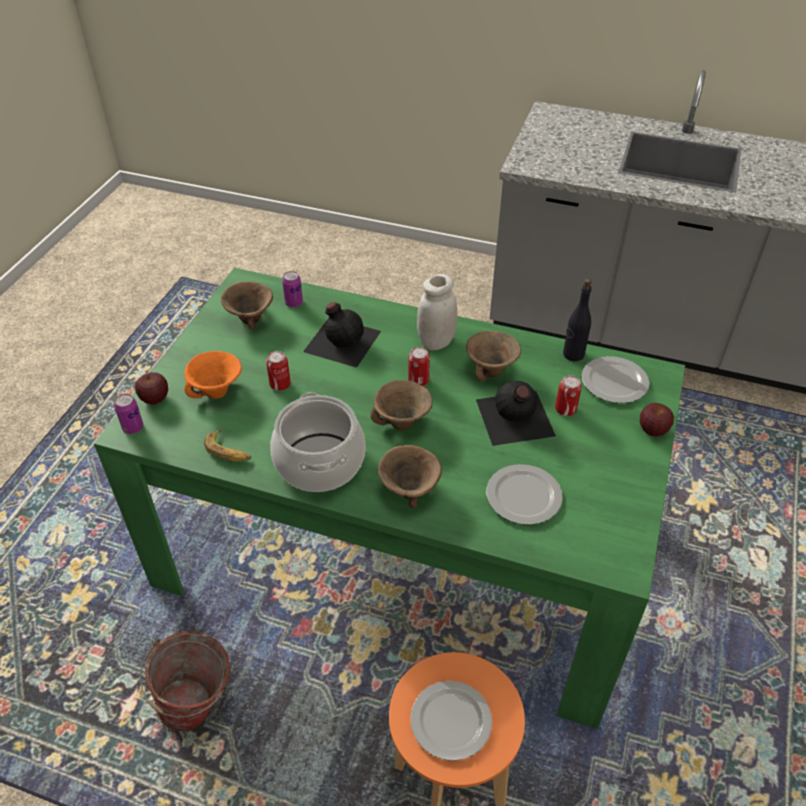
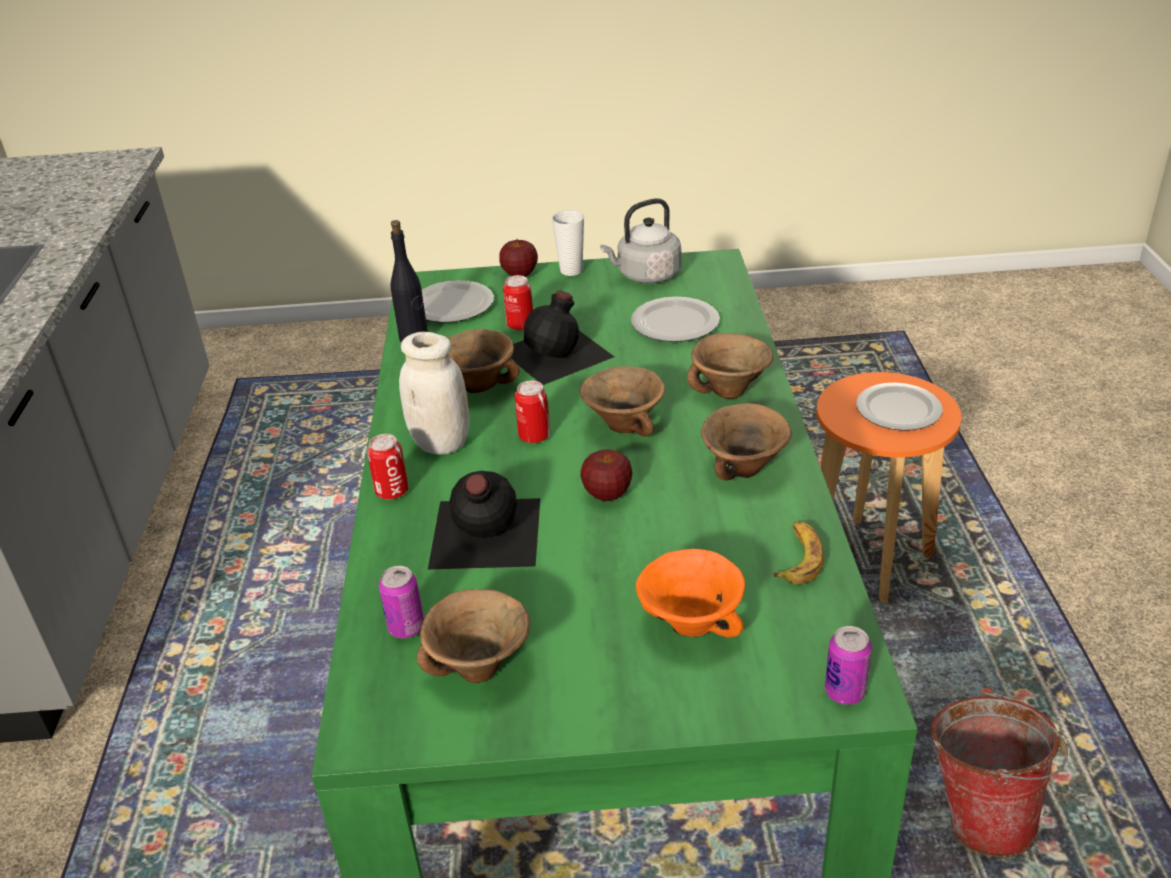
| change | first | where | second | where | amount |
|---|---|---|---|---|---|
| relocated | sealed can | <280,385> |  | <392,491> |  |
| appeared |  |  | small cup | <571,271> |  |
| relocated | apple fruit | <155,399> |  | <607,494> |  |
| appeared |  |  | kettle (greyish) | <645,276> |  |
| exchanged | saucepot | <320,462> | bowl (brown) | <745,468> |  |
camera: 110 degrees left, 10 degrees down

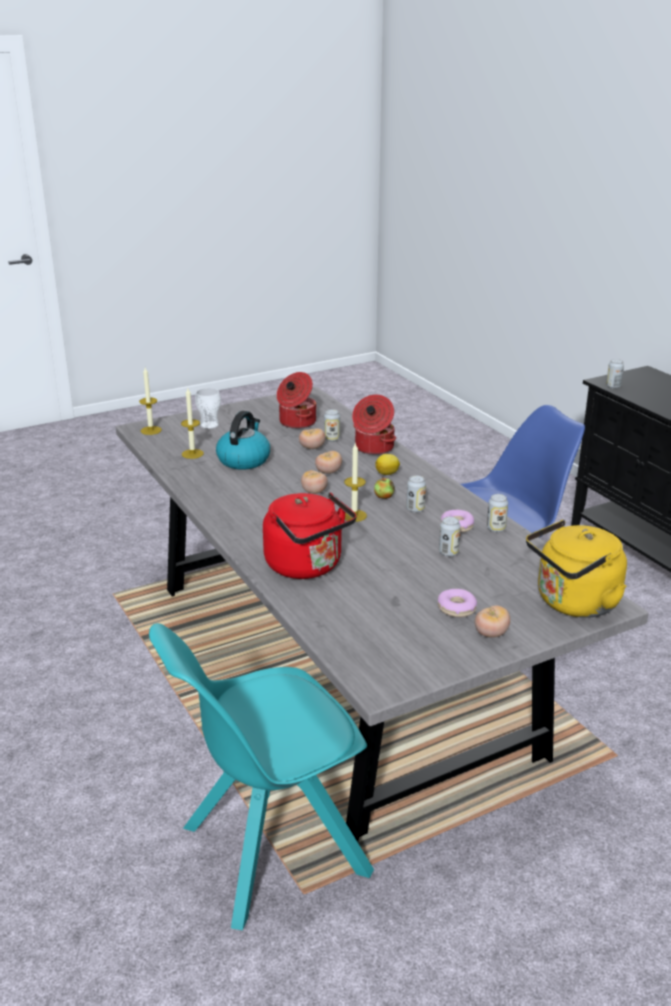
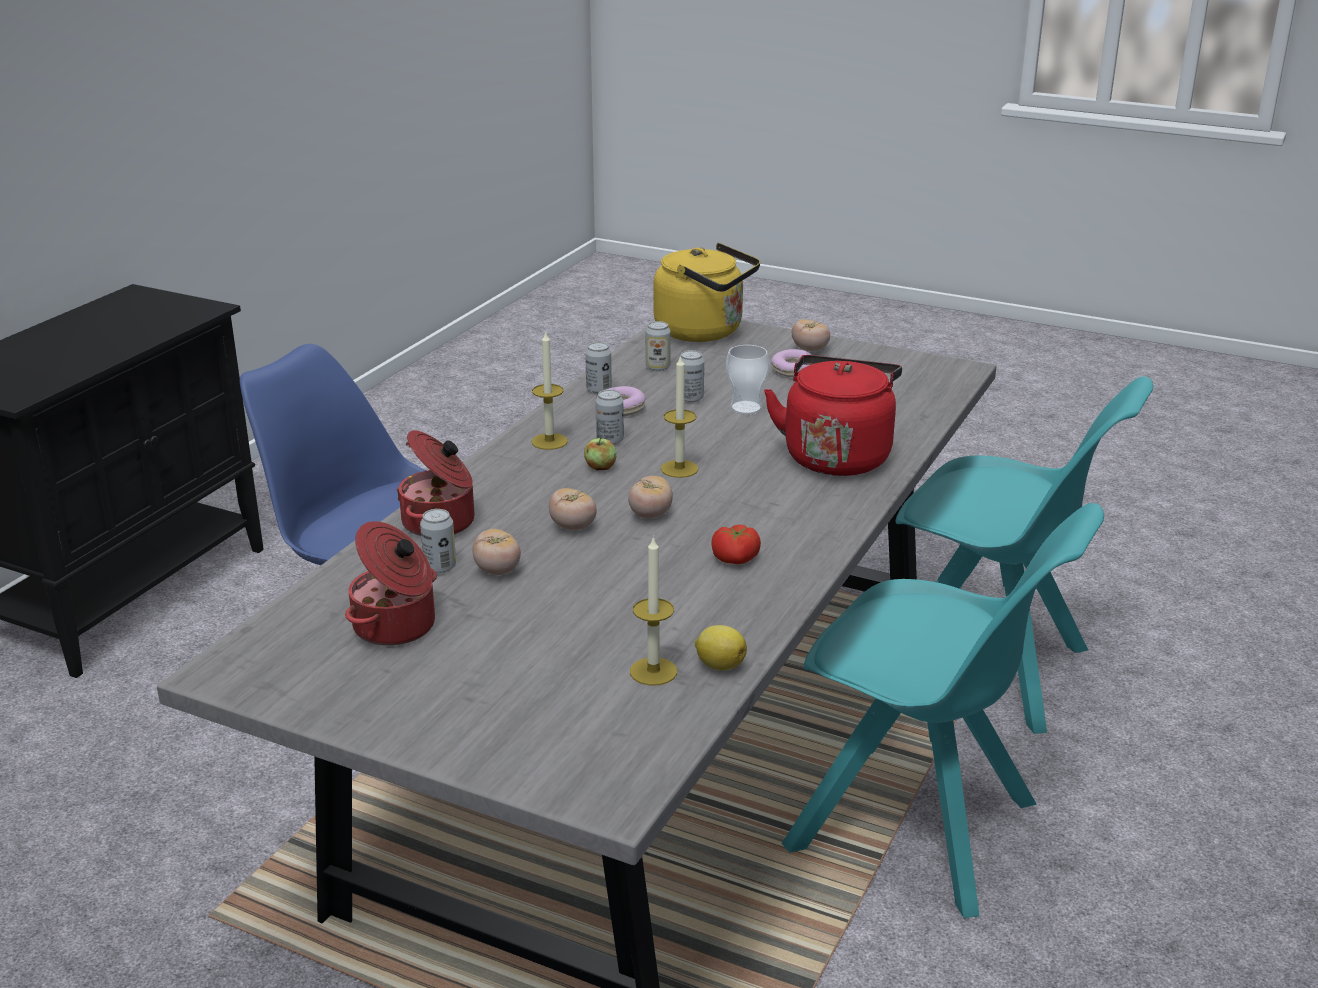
| change | first | where | second | where | amount |
|---|---|---|---|---|---|
| relocated | wax light | <151,430> |  | <549,441> |  |
| relocated | sealed can | <613,386> |  | <658,367> |  |
| relocated | citrus fruit | <387,473> |  | <719,665> |  |
| appeared |  |  | whole tomato | <736,559> |  |
| relocated | small cup | <209,425> |  | <746,408> |  |
| appeared |  |  | plain chair (turquoise) | <919,829> |  |
| missing | kettle | <244,460> |  |  |  |
camera: 125 degrees left, 0 degrees up

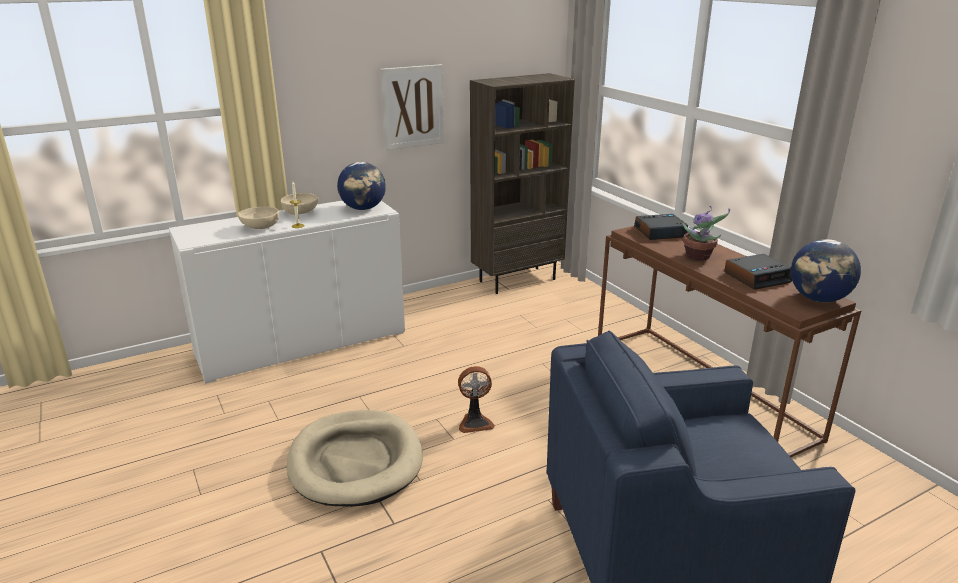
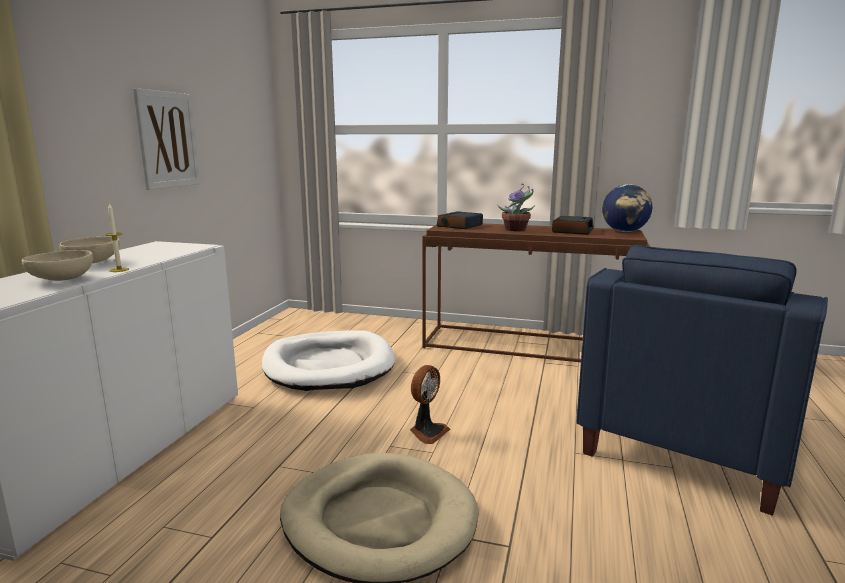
| change | first | where | second | where | amount |
|---|---|---|---|---|---|
| appeared |  |  | dog bed (white) | <329,365> |  |
| missing | desk globe | <363,208> |  |  |  |
| missing | bookcase (brown) | <517,280> |  |  |  |
camera: 45 degrees left, 10 degrees down

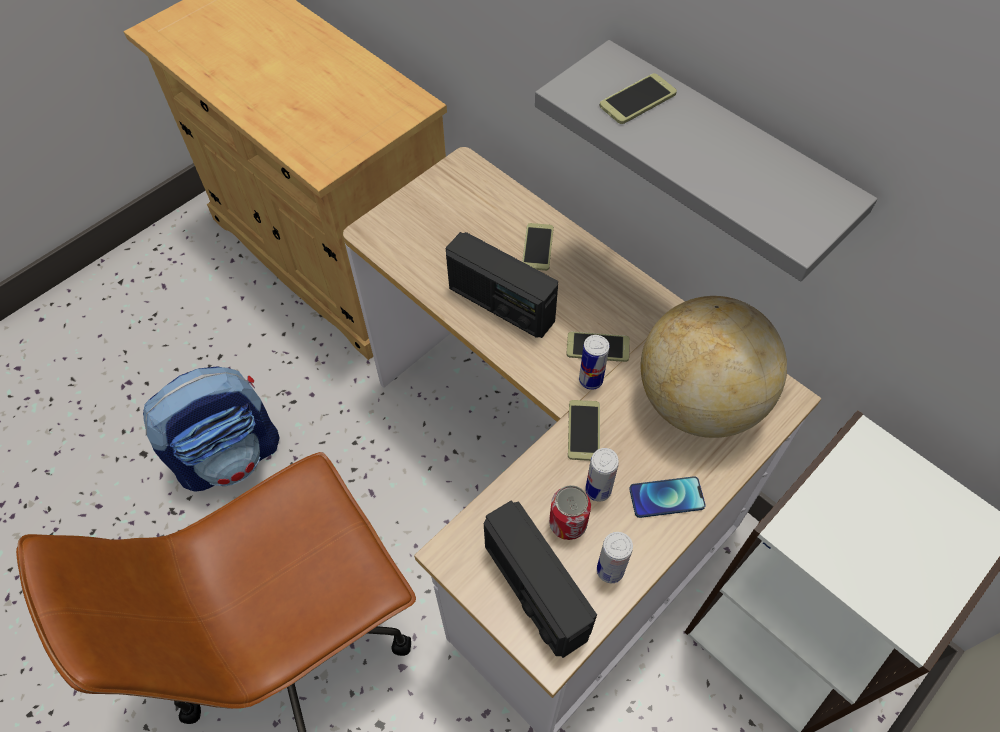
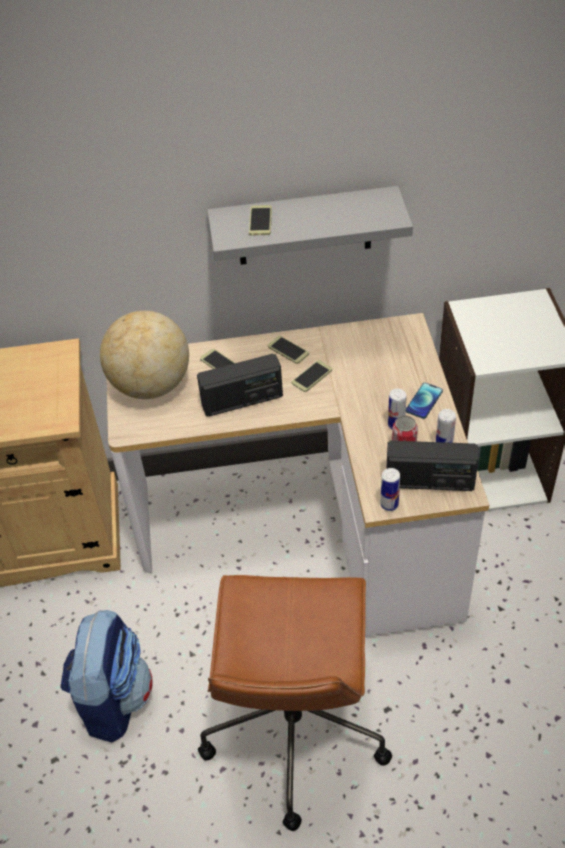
| change | first | where | second | where | amount |
|---|---|---|---|---|---|
| relocated | desk globe | <698,401> |  | <151,385> |  |
| relocated | telephone | <584,430> |  | <288,350> |  |
| relocated | sealed can | <590,380> |  | <389,504> |  |
camera: 50 degrees left, 10 degrees down

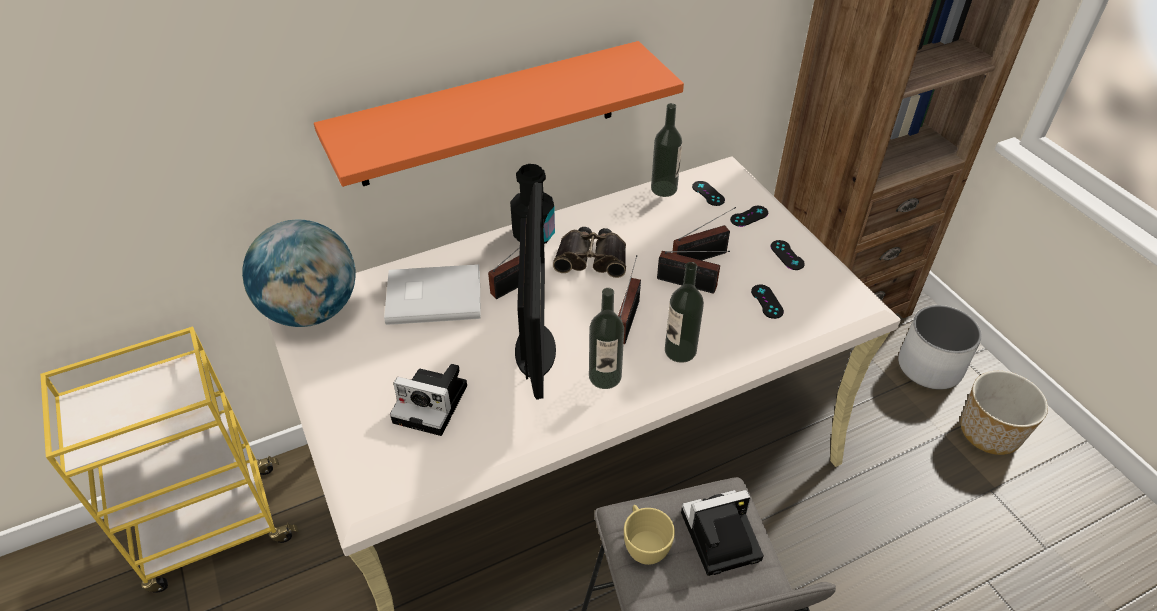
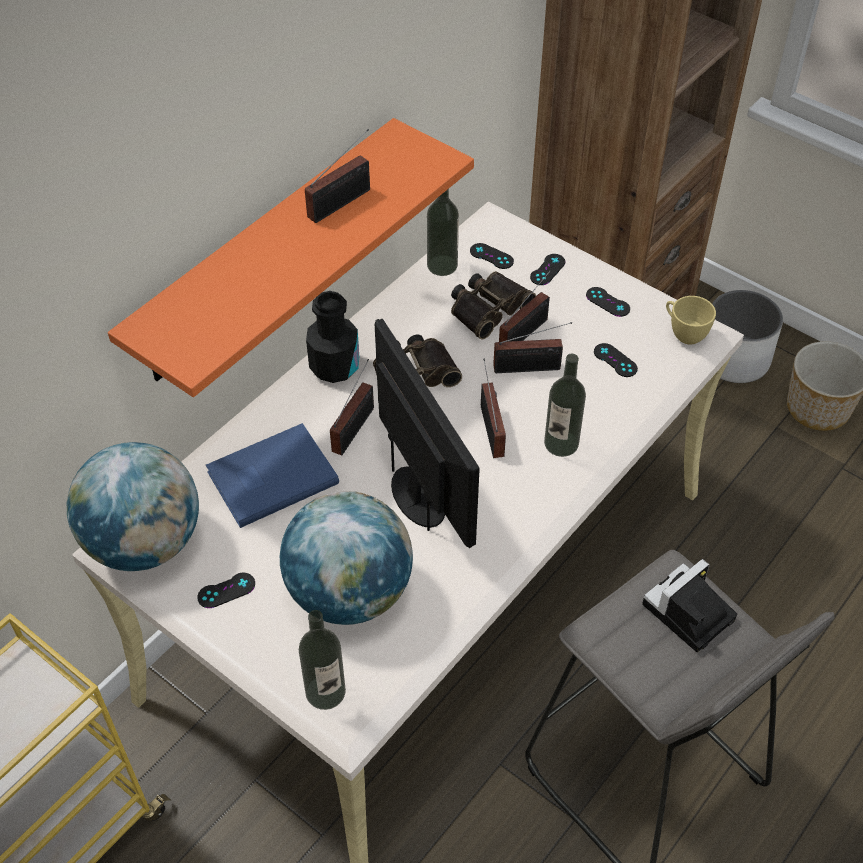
| change | first | where | second | where | amount |
|---|---|---|---|---|---|
| appeared |  |  | gamepad (black) | <226,590> |  |
| colour | bound book (white) | <432,295> | bound book (bluish) | <269,476> |  |
| exchanged | still camera | <434,403> | desk globe | <350,593> |  |
| relocated | beverage bottle | <605,376> |  | <325,692> |  |
| appeared |  |  | radio receiver | <343,202> |  |
| appeared |  |  | pair of binoculars | <487,308> |  |
| relocated | small cup (yellow-coloured) | <644,545> |  | <684,333> |  |
camera: 25 degrees left, 5 degrees up

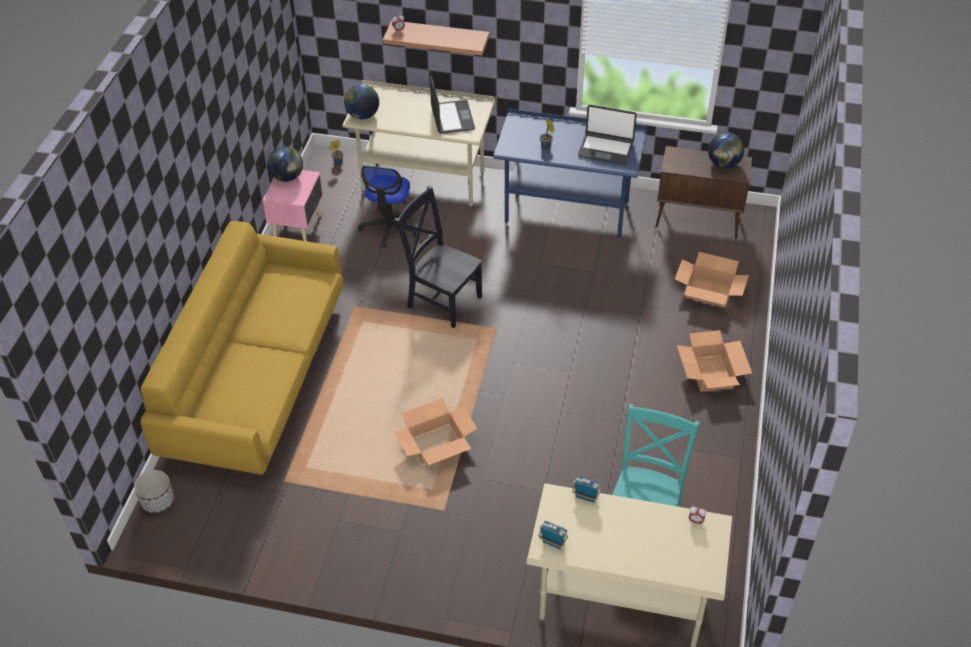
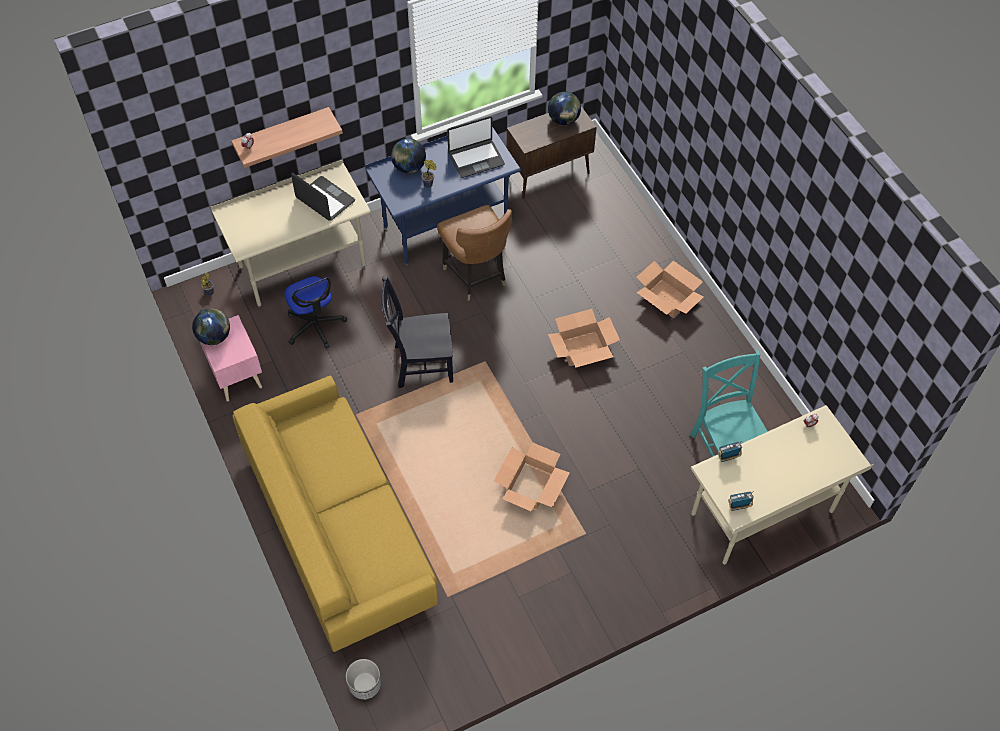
| change | first | where | second | where | amount |
|---|---|---|---|---|---|
| relocated | desk globe | <363,115> |  | <409,167> |  |
| appeared |  |  | plain chair (brown) | <476,275> |  |
| relocated | packing box | <709,291> |  | <582,348> |  |
camera: 40 degrees left, 10 degrees up

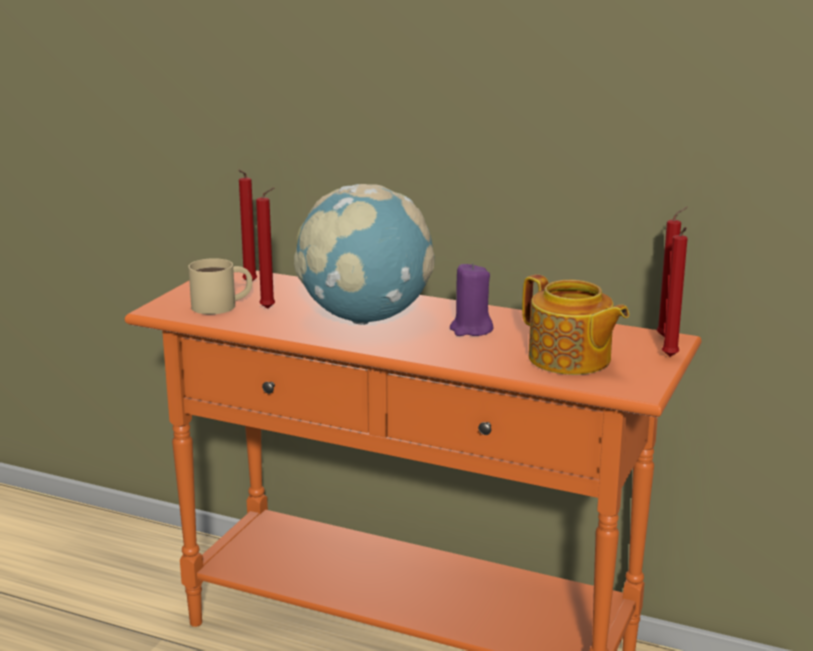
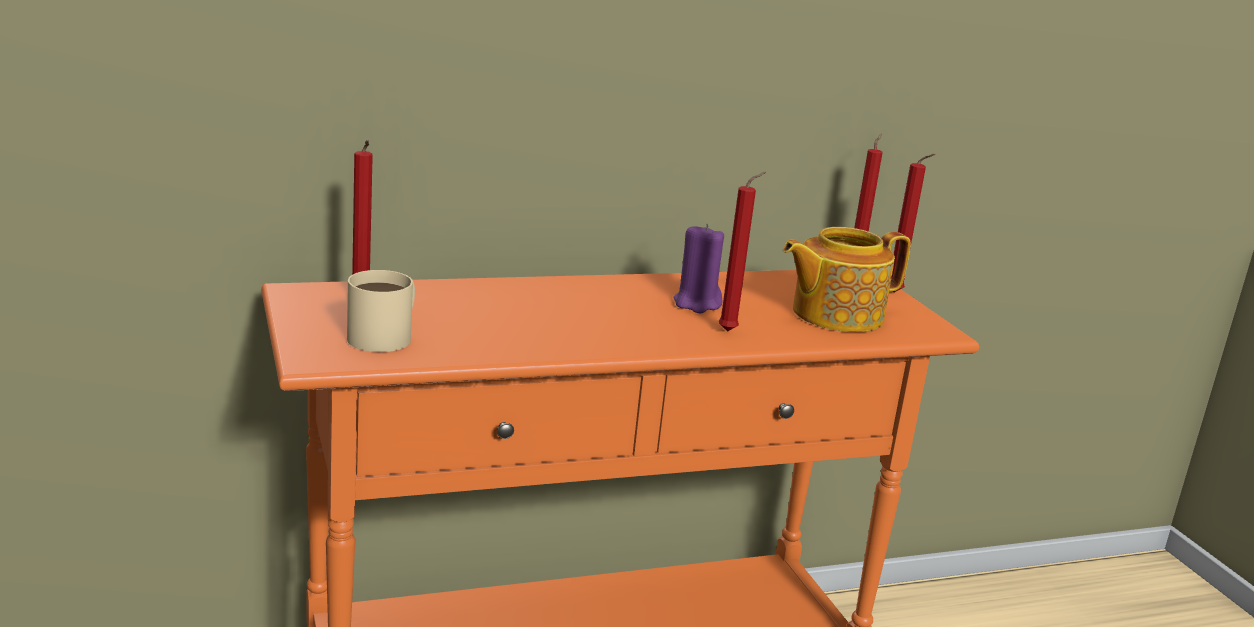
| change | first | where | second | where | amount |
|---|---|---|---|---|---|
| relocated | wax light (red) | <269,309> |  | <730,331> |  |
| spun | teapot | <570,359> |  | <835,314> | 150 degrees clockwise |
| missing | desk globe | <365,318> |  |  |  |
camera: 45 degrees left, 0 degrees up

